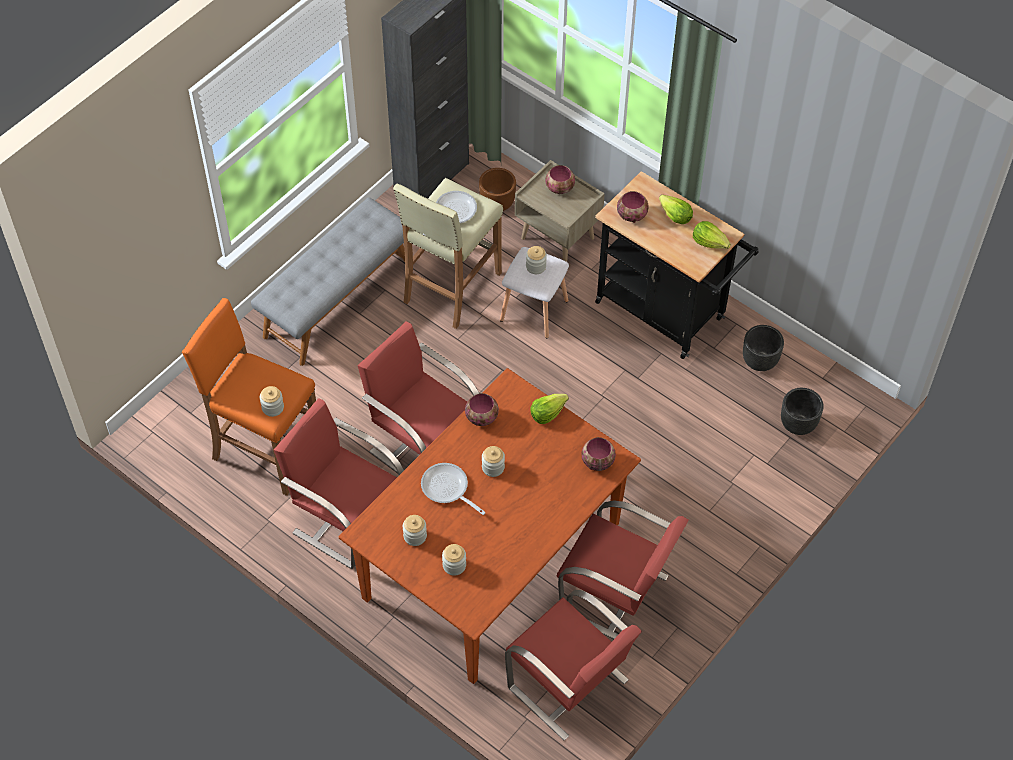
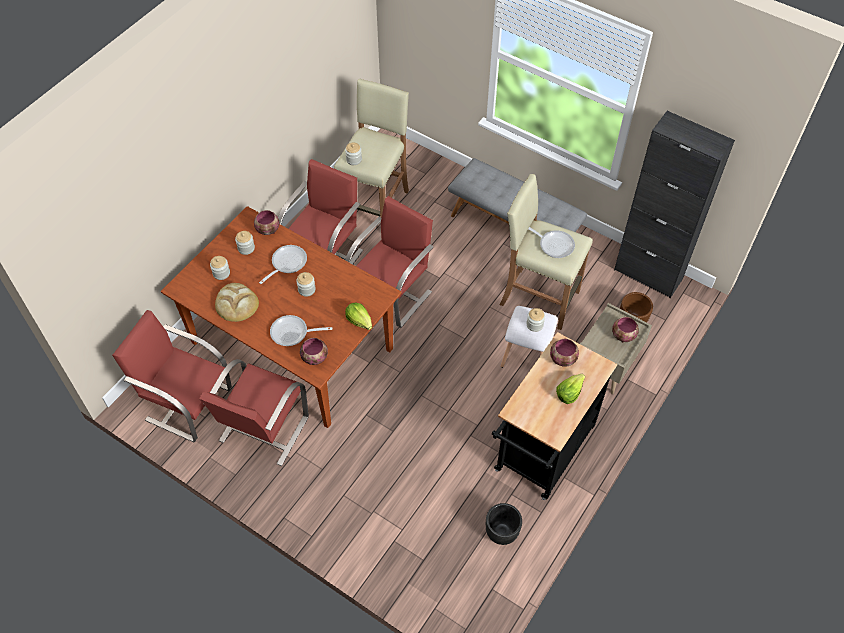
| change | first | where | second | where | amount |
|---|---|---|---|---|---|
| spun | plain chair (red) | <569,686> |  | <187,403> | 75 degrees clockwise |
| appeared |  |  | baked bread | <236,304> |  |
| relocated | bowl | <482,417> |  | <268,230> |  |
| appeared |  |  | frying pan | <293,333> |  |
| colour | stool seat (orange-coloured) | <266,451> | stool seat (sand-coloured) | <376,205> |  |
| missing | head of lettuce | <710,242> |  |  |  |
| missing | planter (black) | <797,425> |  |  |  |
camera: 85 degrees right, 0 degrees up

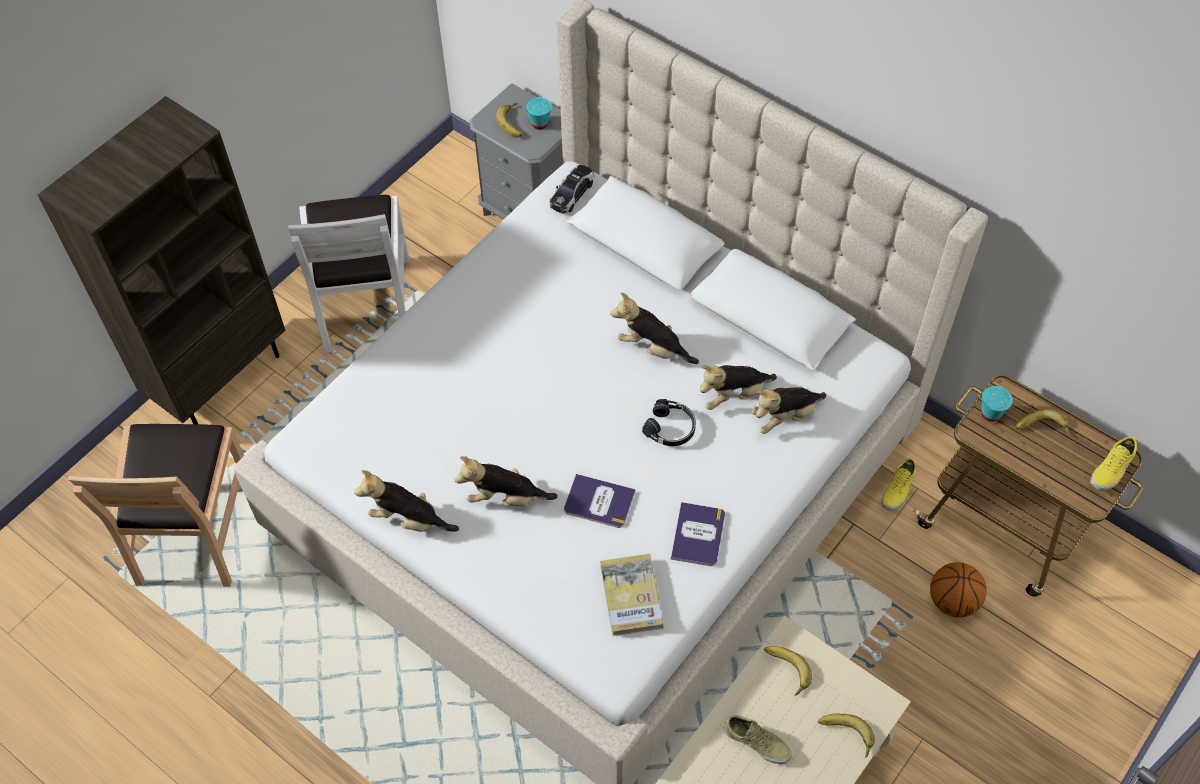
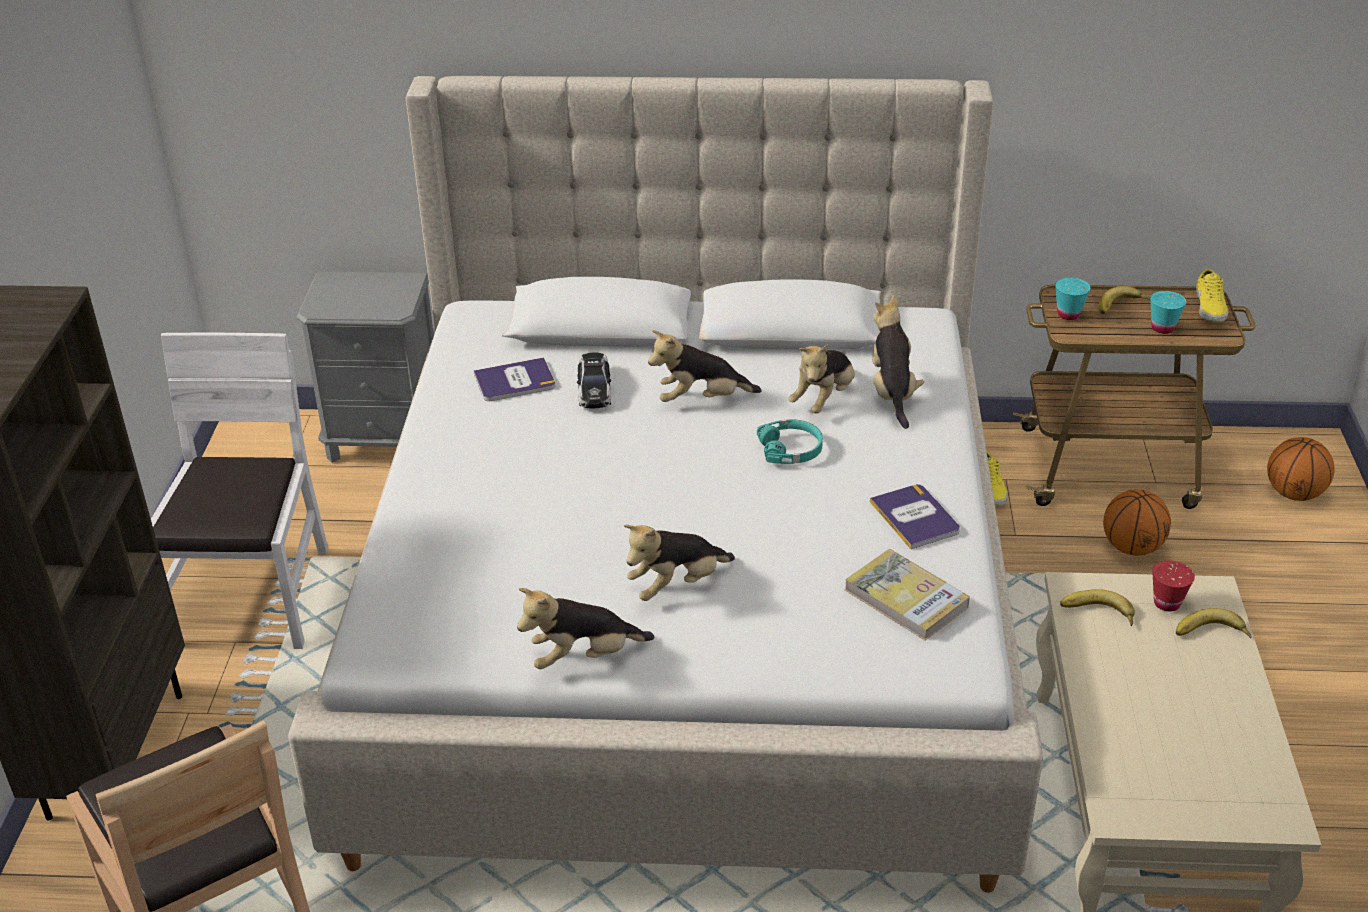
| change | first | where | second | where | amount |
|---|---|---|---|---|---|
| spun | plain chair (white) | <365,303> |  | <254,597> | 135 degrees counterclockwise |
| relocated | bound book | <599,502> |  | <515,381> |  |
| relocated | model car | <572,193> |  | <594,389> |  |
| colour | pair of headphones (black) | <671,428> | pair of headphones (turquoise) | <791,449> |  |
| spun | soft toy | <785,417> |  | <892,393> | 150 degrees clockwise |
| relocated | small cup (turquoise) | <539,124> |  | <1162,328> |  |
| appeared |  |  | small cup (red) | <1167,603> |  |
| appeared |  |  | basketball | <1294,494> |  |
| missing | banana | <513,122> |  |  |  |
| missing | shoe (sand-coloured) | <757,741> |  |  |  |
camera: 35 degrees left, 20 degrees down

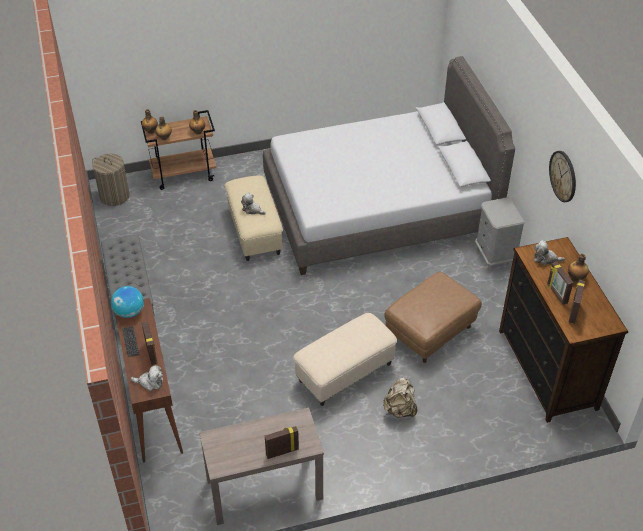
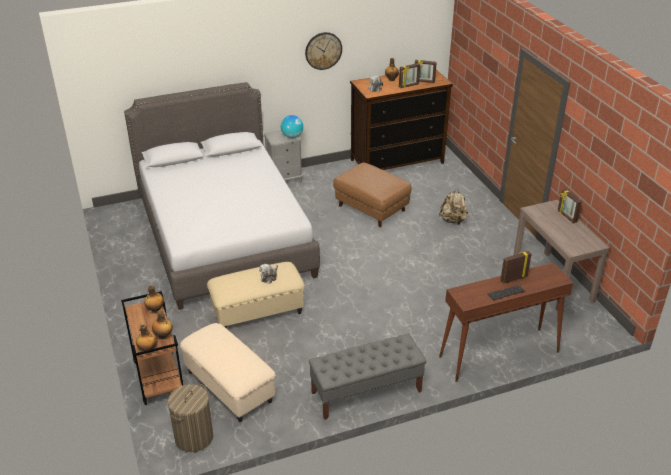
| change | first | where | second | where | amount |
|---|---|---|---|---|---|
| relocated | ottoman (sand-coloured) | <344,372> |  | <228,387> |  |
| relocated | desk globe | <129,312> |  | <292,136> |  |
| missing | soft toy | <150,382> |  |  |  |
camera: 95 degrees left, 10 degrees down

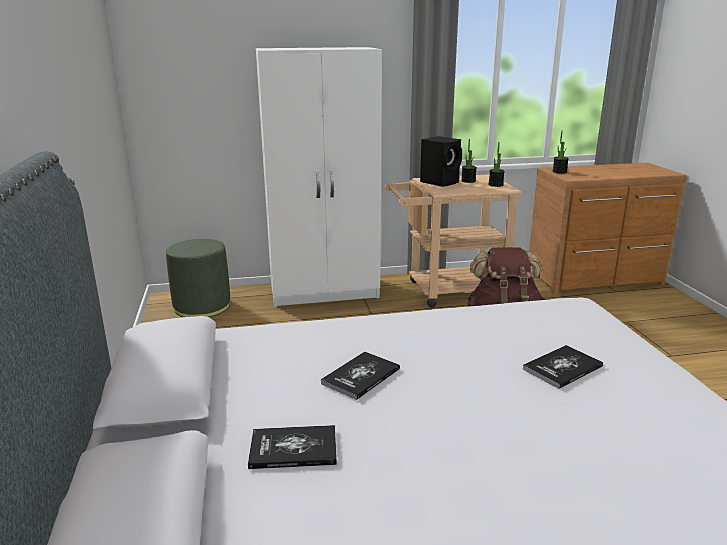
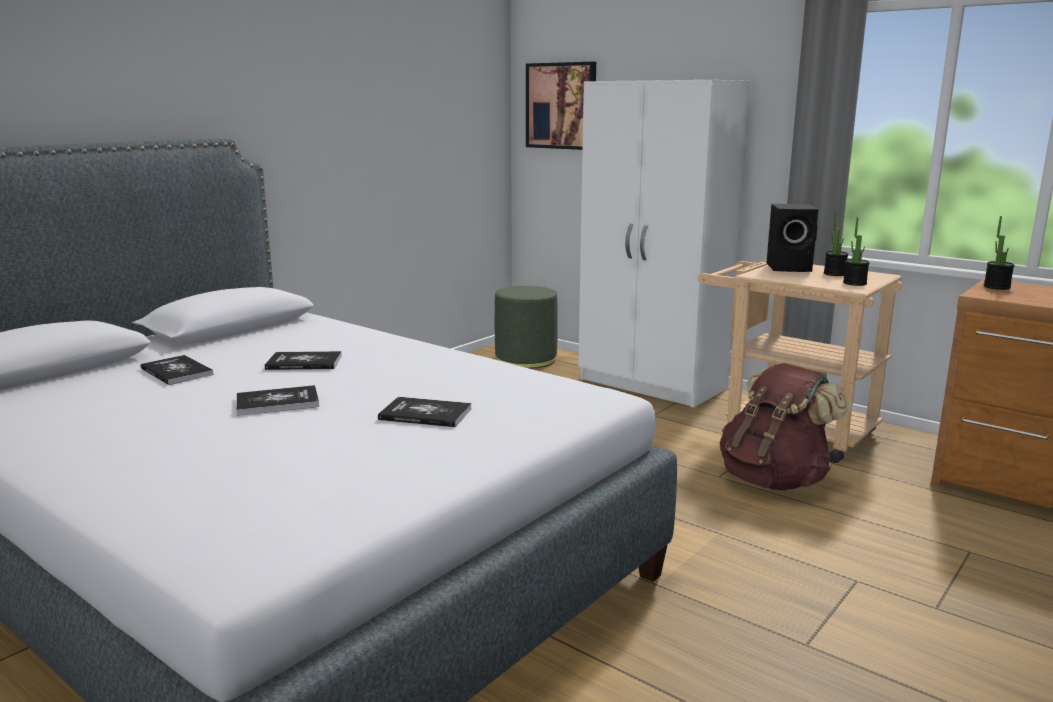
| change | first | where | second | where | amount |
|---|---|---|---|---|---|
| appeared |  |  | bound book | <277,402> |  |
| appeared |  |  | wall art | <561,106> |  |
camera: 50 degrees right, 5 degrees down

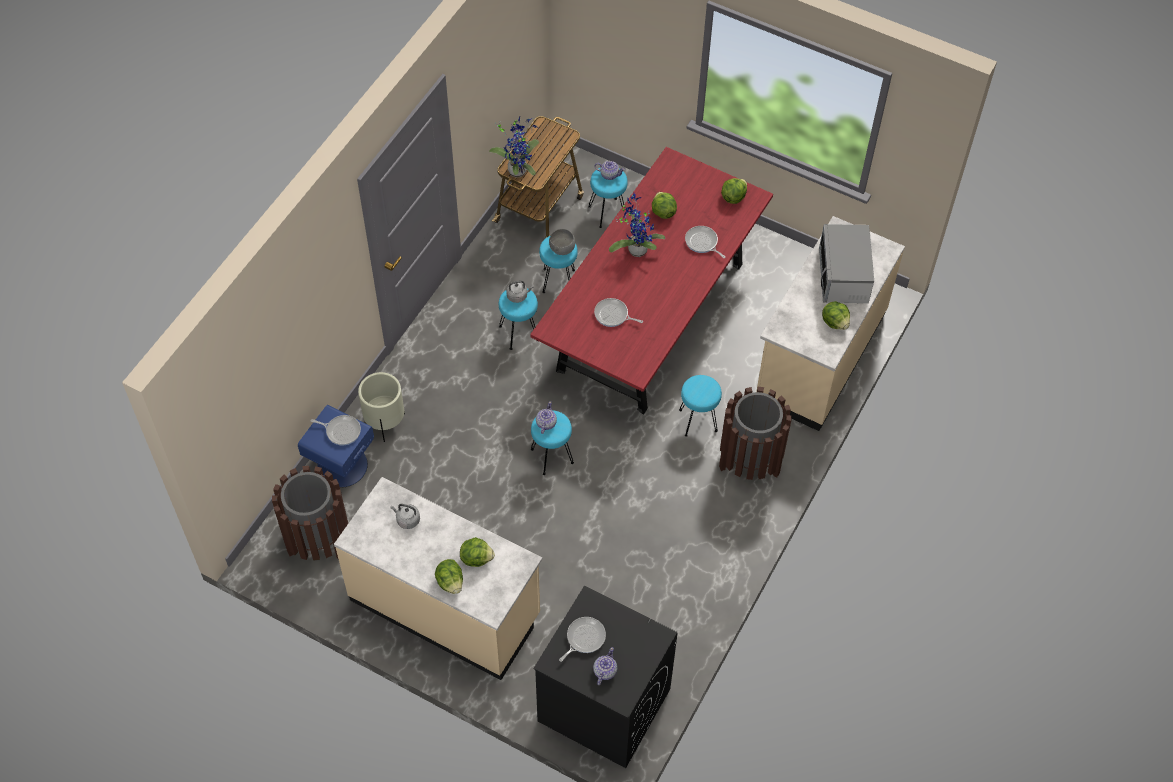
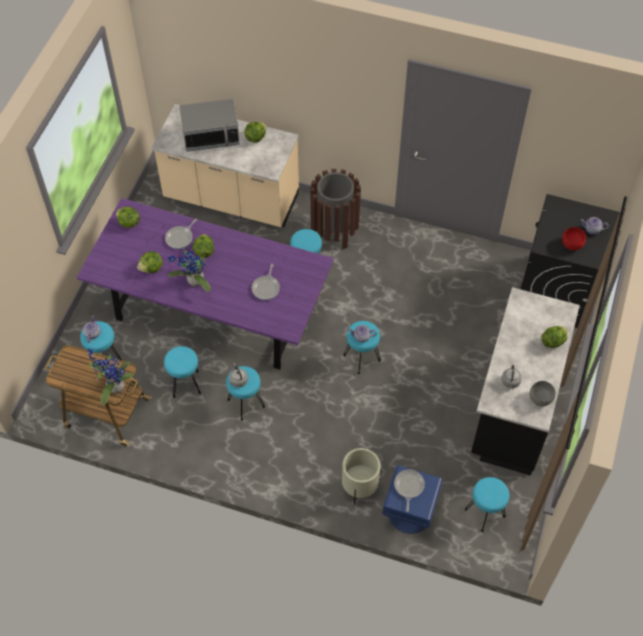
| change | first | where | second | where | amount |
|---|---|---|---|---|---|
| colour | dining table (red) | <651,316> | dining table (purple-coloured) | <212,310> |  |
| relocated | head of lettuce | <476,558> |  | <204,251> |  |
| exchanged | waste bin (brown) | <318,540> | stool seat (turquoise) | <485,513> |  |
| colour | kitchen base unit (sand-coloured) | <446,607> | kitchen base unit (black) | <514,405> |  |
| relocated | bowl (greyish) | <562,249> |  | <541,399> |  |
| exchanged | frying pan | <584,638> | bowl (red) | <572,245> |  |
camera: 100 degrees left, 0 degrees up

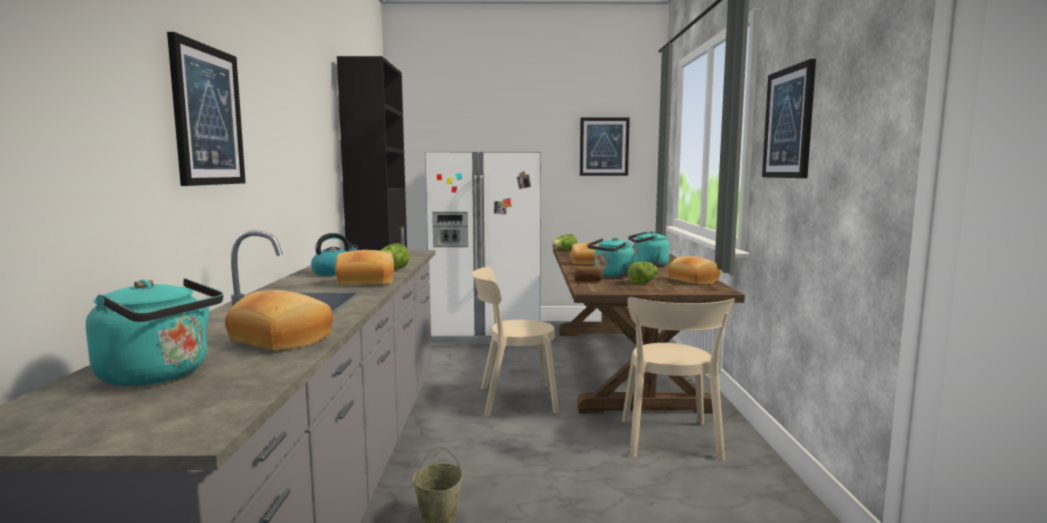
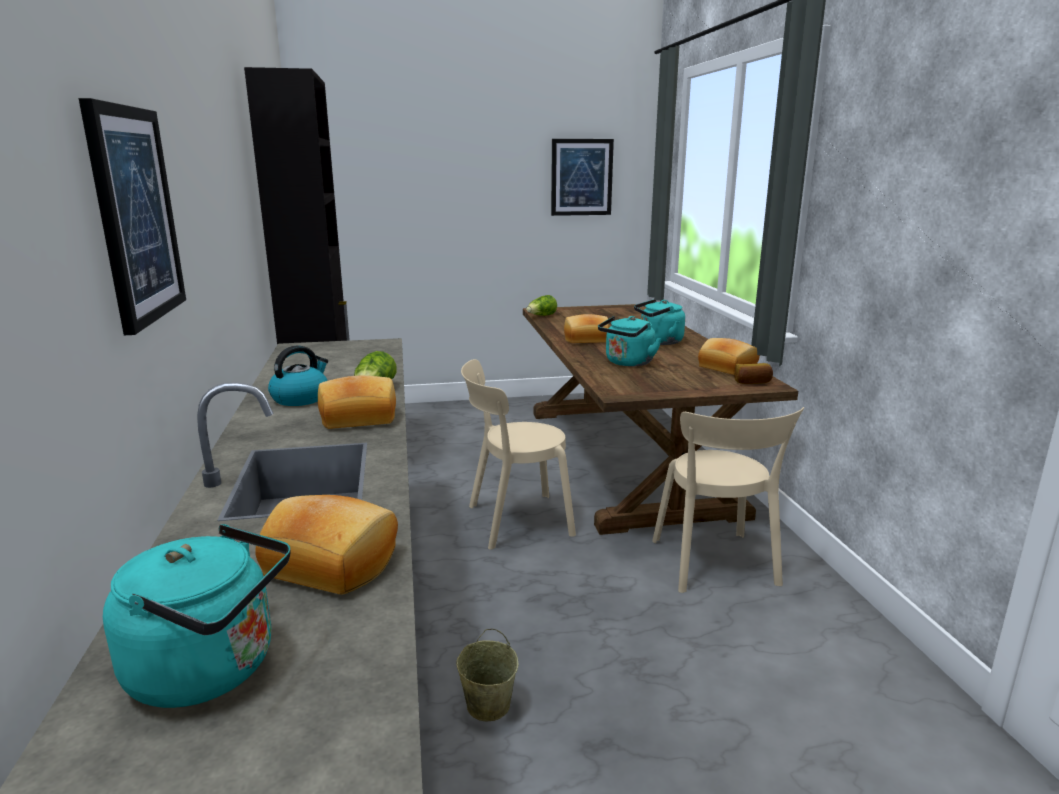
| change | first | where | second | where | amount |
|---|---|---|---|---|---|
| relocated | baked bread | <588,281> |  | <752,382> |  |
| missing | fridge (white) | <487,333> |  |  |  |
| missing | head of lettuce | <643,282> |  |  |  |
| missing | wall art | <789,123> |  |  |  |
camera: 10 degrees left, 10 degrees up

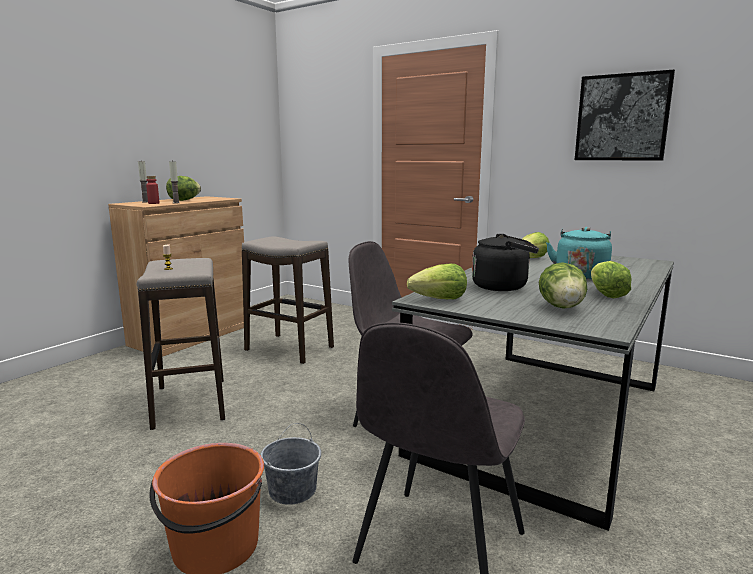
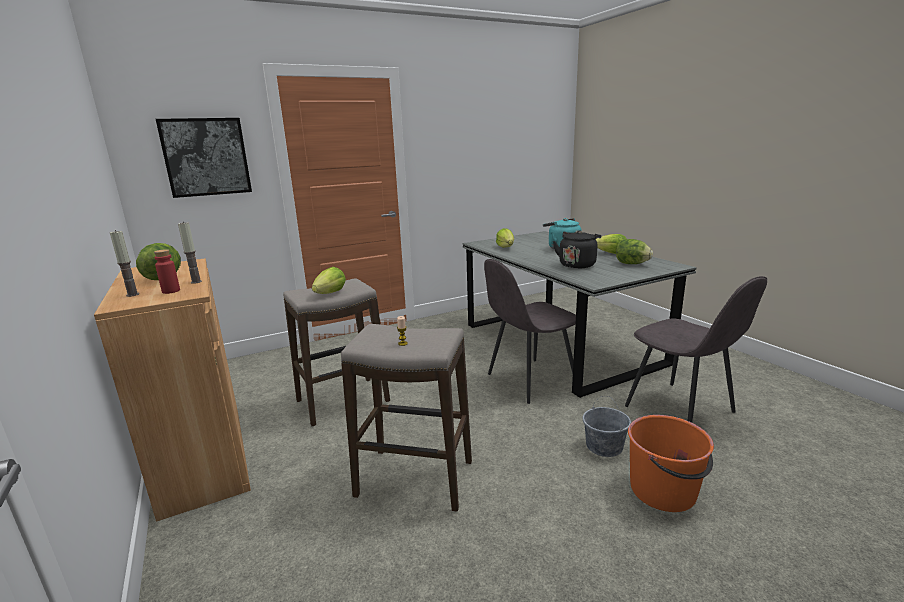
| change | first | where | second | where | amount |
|---|---|---|---|---|---|
| relocated | wall art | <622,117> |  | <206,157> |  |
| relocated | head of lettuce | <440,300> |  | <330,293> |  |
camera: 60 degrees left, 5 degrees up

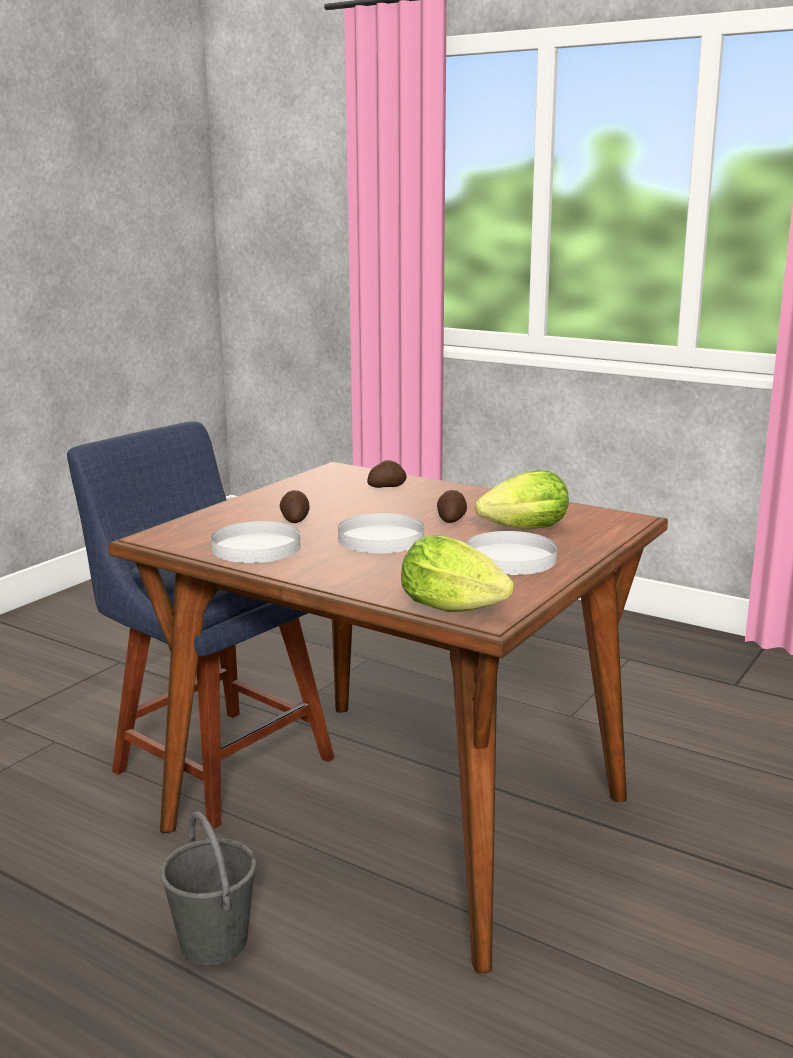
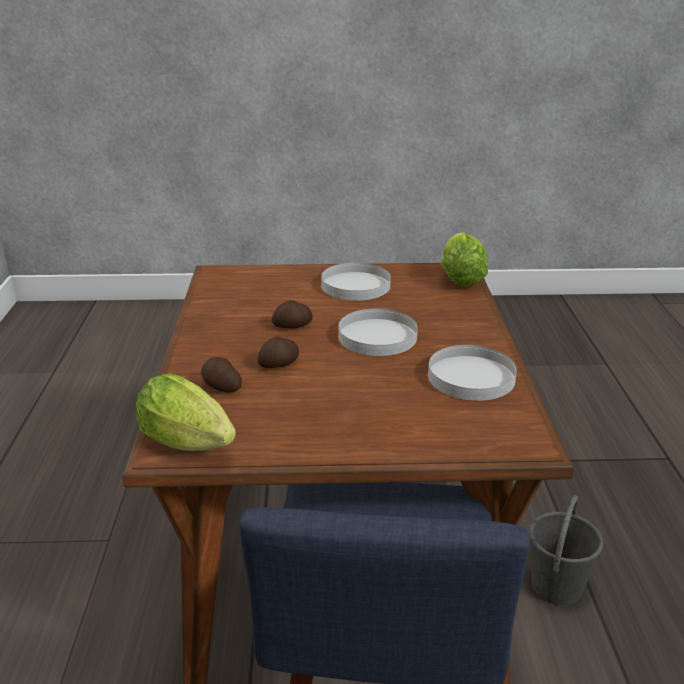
| change | first | where | second | where | amount |
|---|---|---|---|---|---|
| relocated | head of lettuce | <520,530> |  | <192,445> |  |
| relocated | spud | <295,519> |  | <280,365> |  |
camera: 125 degrees left, 10 degrees up

